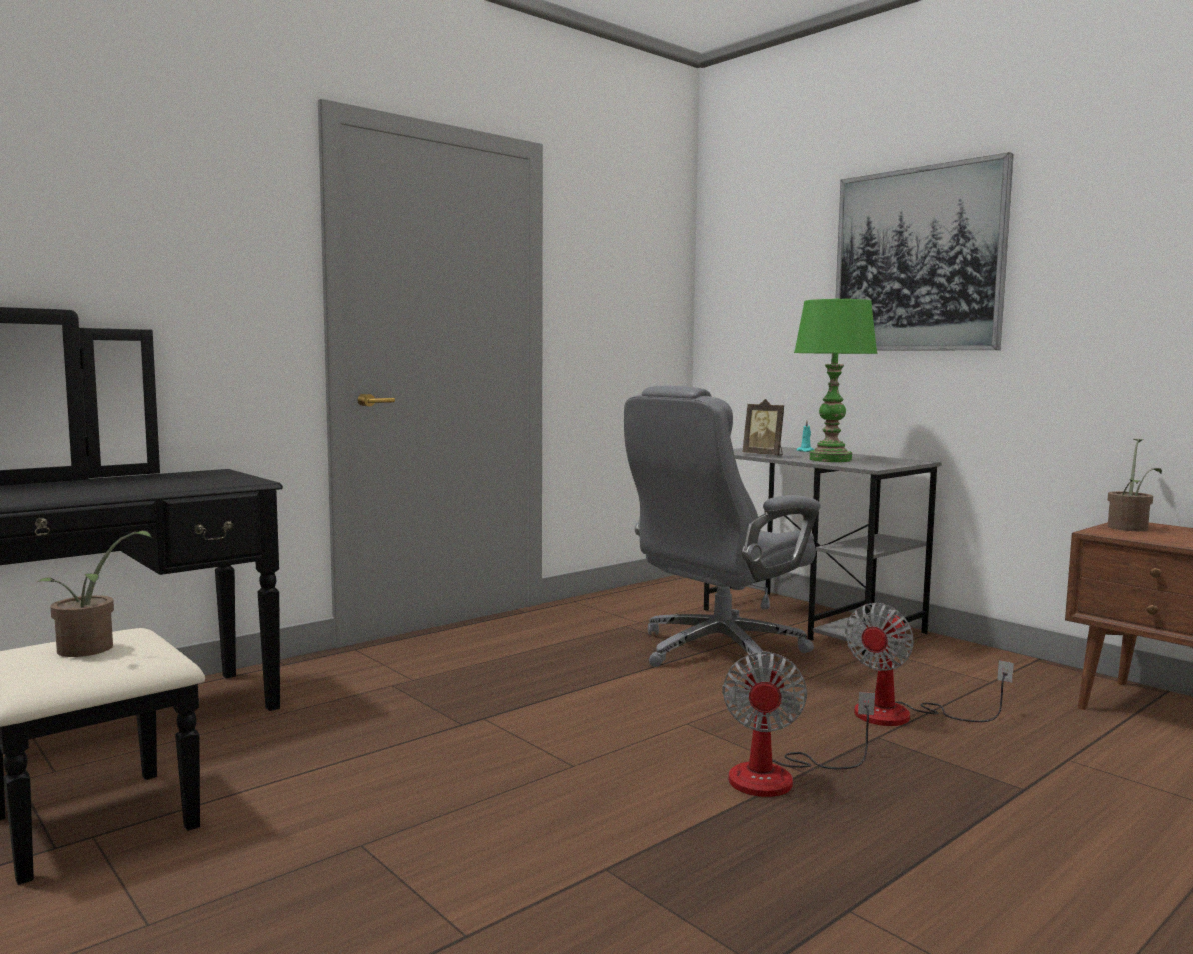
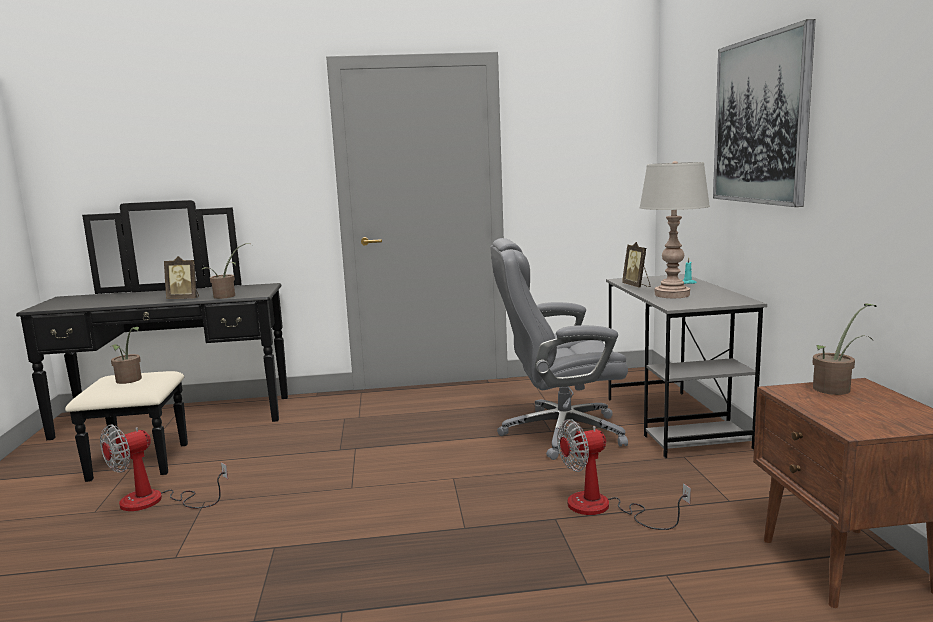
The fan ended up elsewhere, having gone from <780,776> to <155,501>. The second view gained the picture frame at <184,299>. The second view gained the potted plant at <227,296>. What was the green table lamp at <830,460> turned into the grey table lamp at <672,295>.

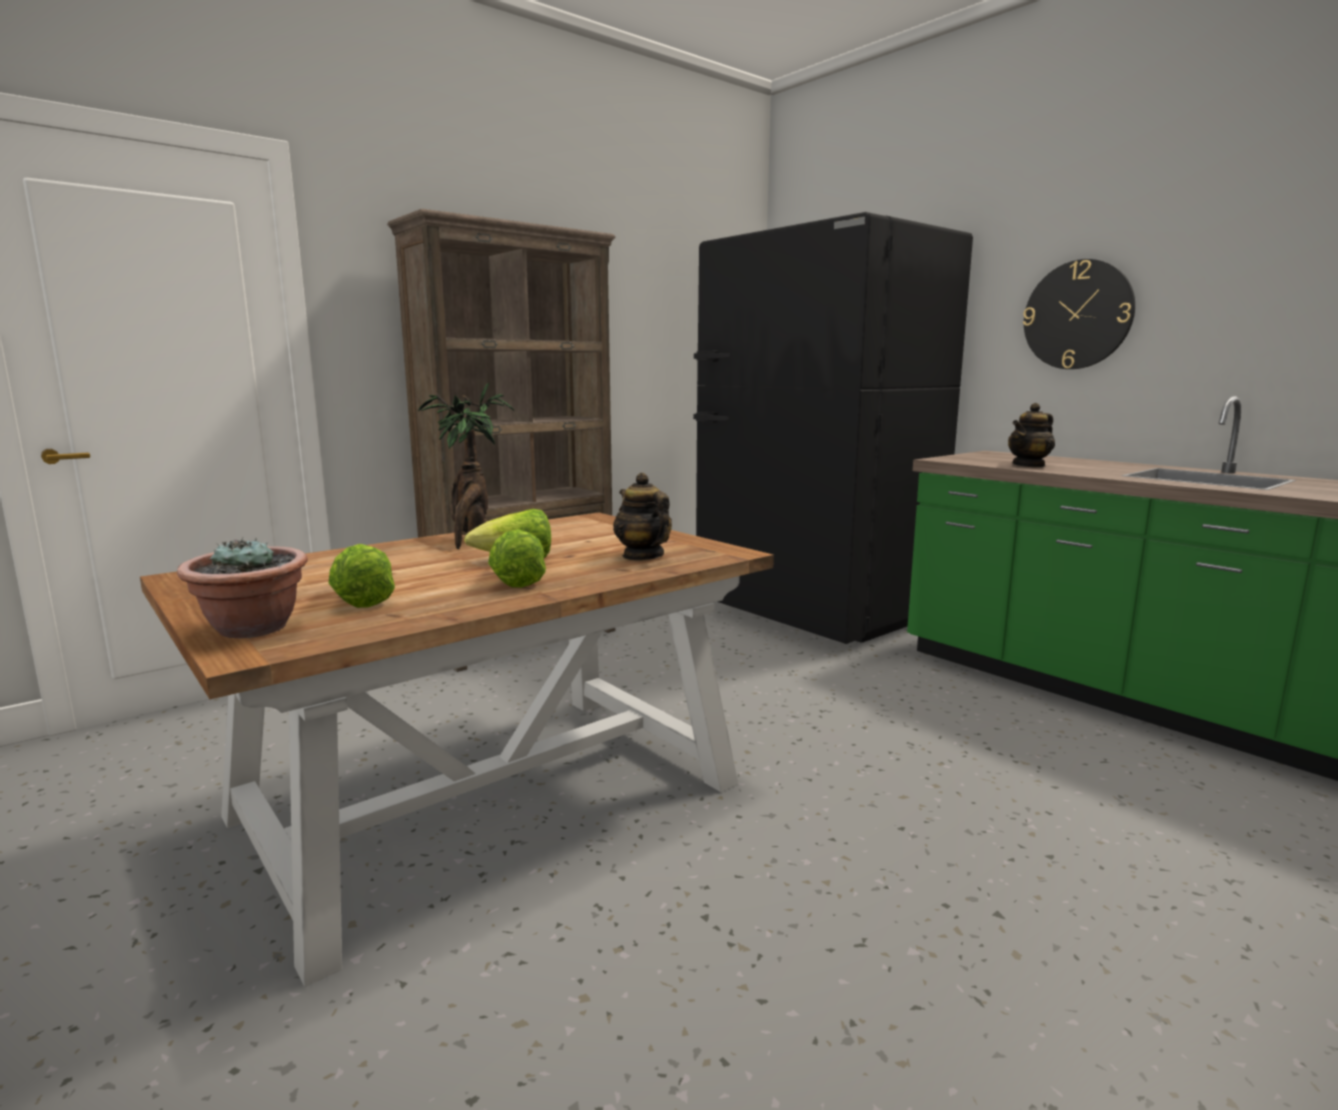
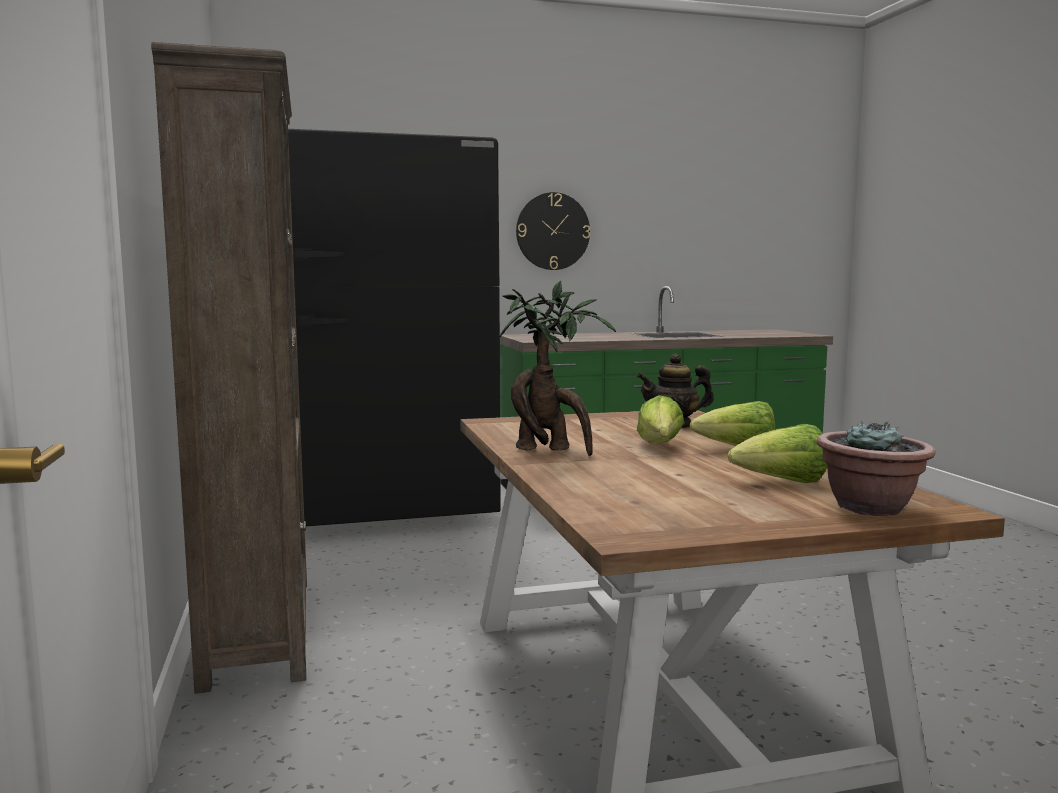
The second view lost the teapot at <1029,465>.

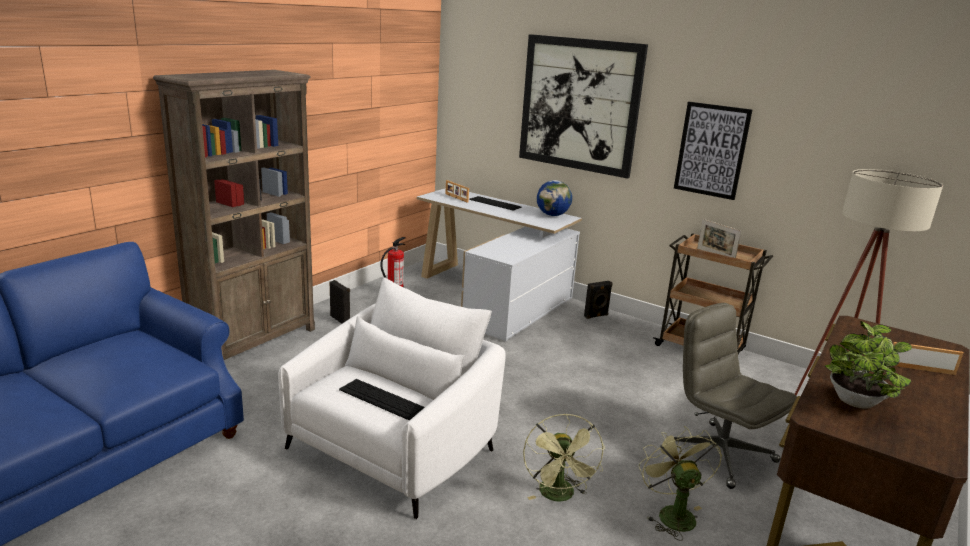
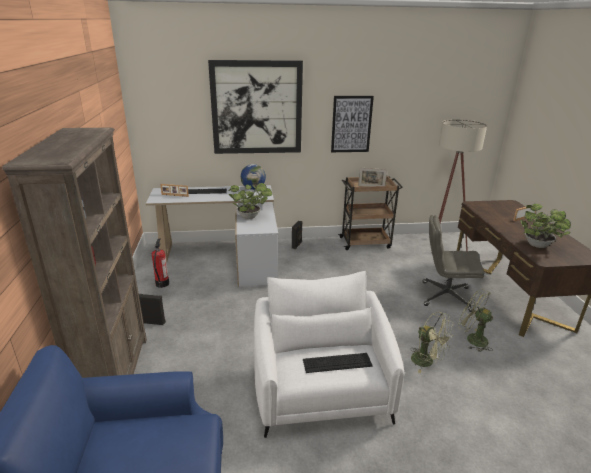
The second view gained the potted plant at <250,217>.

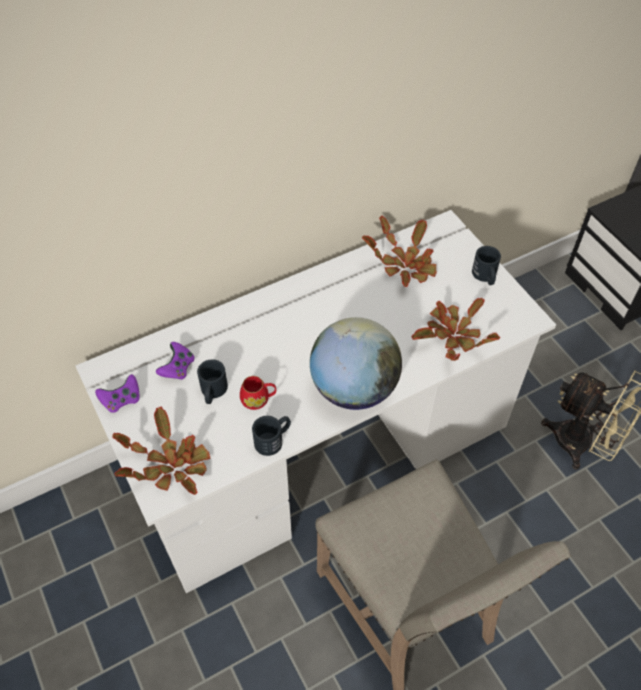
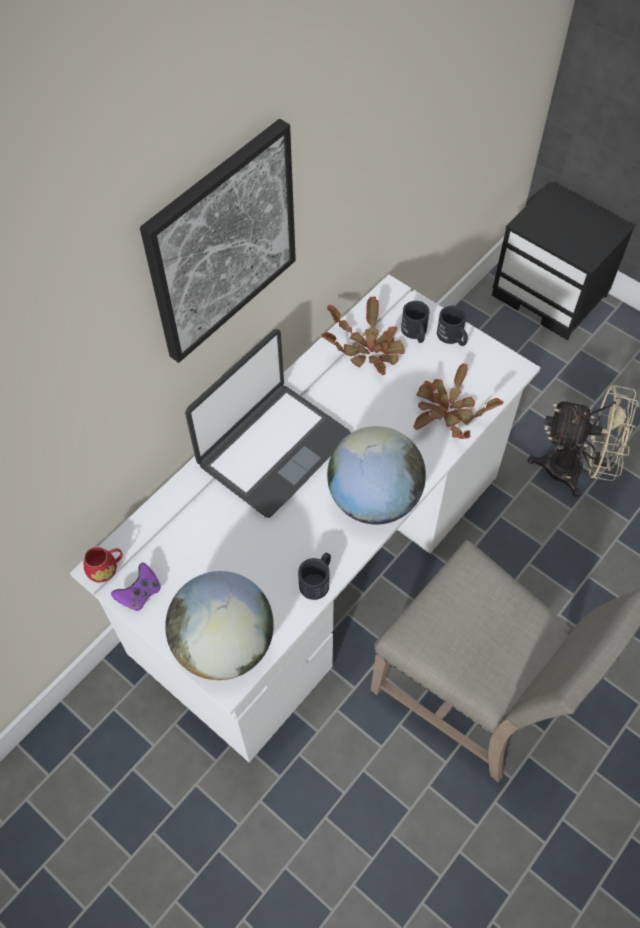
The red mug ended up elsewhere, having gone from <258,399> to <106,568>. The second view gained the picture at <221,242>. Where the potted plant stood at <170,465>, the globe came to stand at <225,643>. The second view gained the laptop at <273,449>. The black mug ended up elsewhere, having gone from <213,392> to <415,333>. The second view lost the purple game controller at <178,368>.

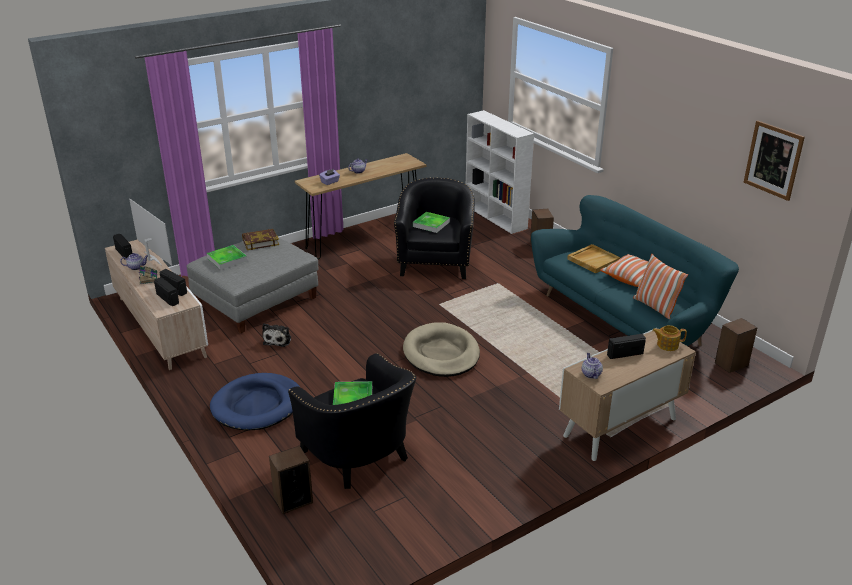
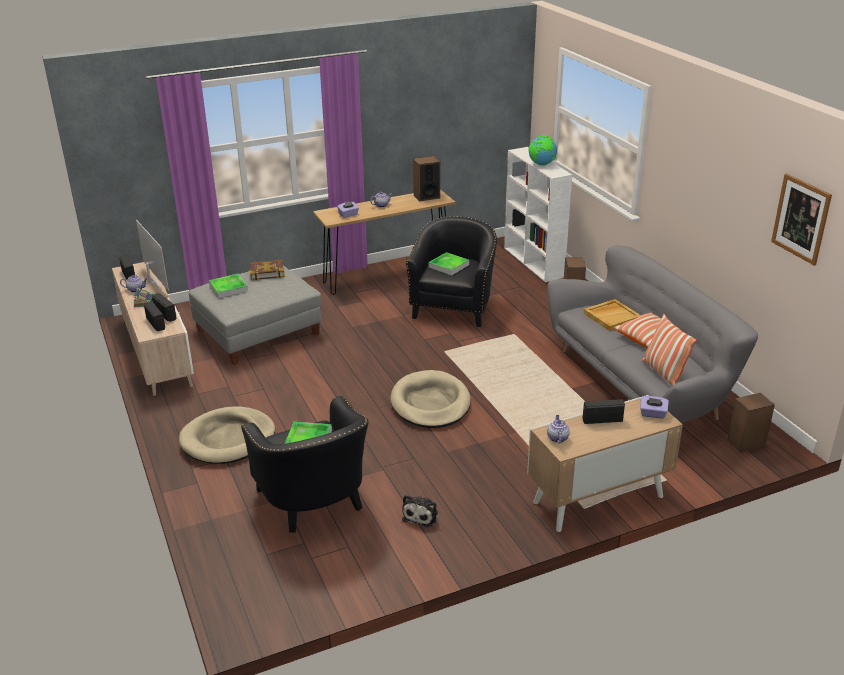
What was the blue dog bed at <257,405> turned into the beige dog bed at <228,439>. The plush toy ended up elsewhere, having gone from <278,340> to <421,515>. The speaker ended up elsewhere, having gone from <293,500> to <426,196>. The second view gained the globe at <541,164>. What was the turquoise sofa at <623,318> turned into the grey sofa at <640,382>. Where the teapot stood at <667,345>, the purple tissue box came to stand at <653,414>.

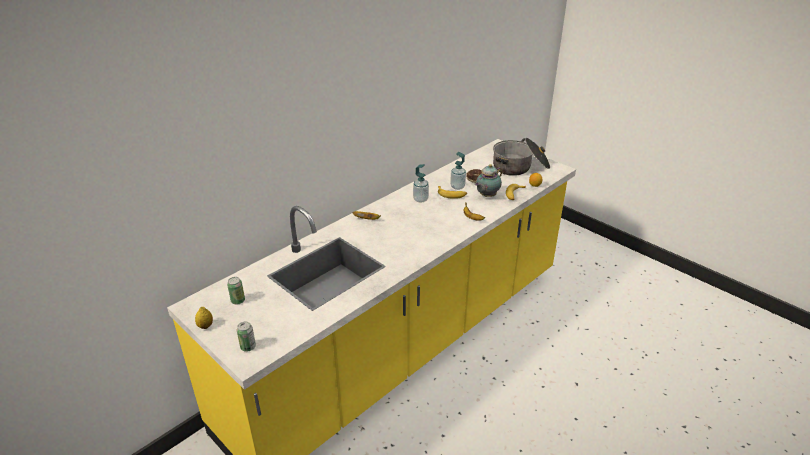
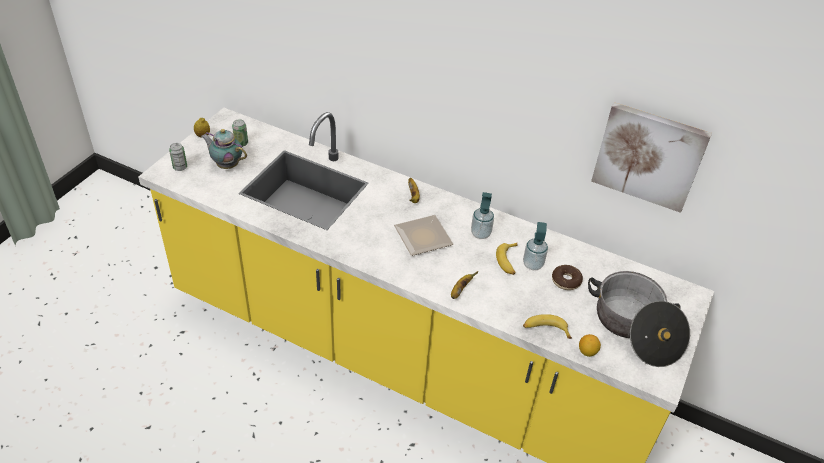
The teapot ended up elsewhere, having gone from <486,196> to <226,165>. The second view gained the plate at <421,237>. The second view gained the picture at <649,156>.

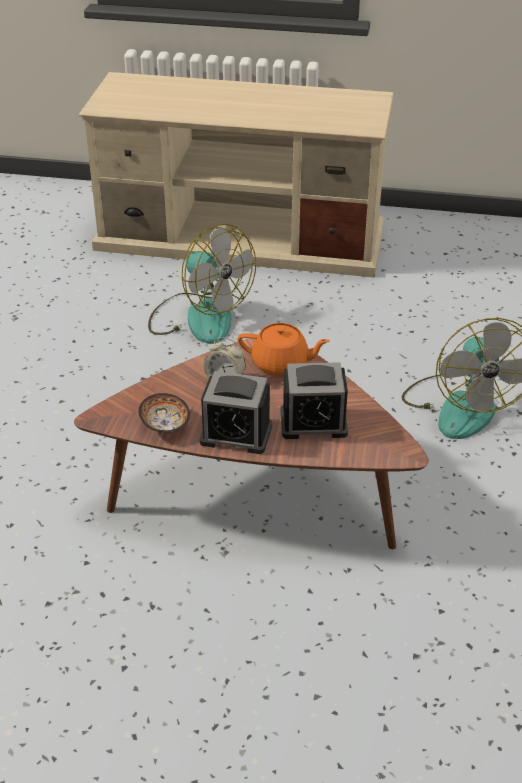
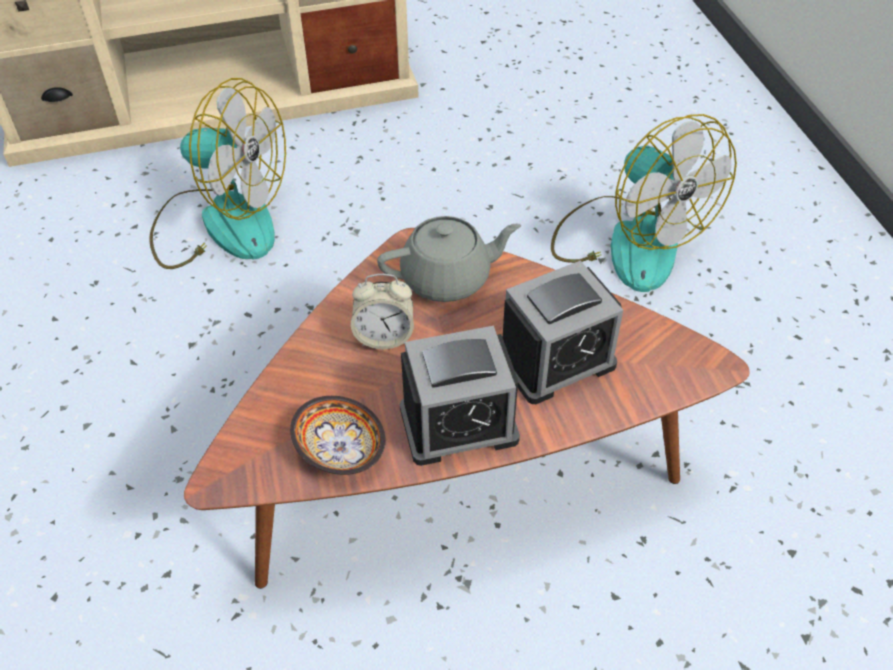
What was the orange teapot at <281,364> turned into the grey teapot at <448,278>.

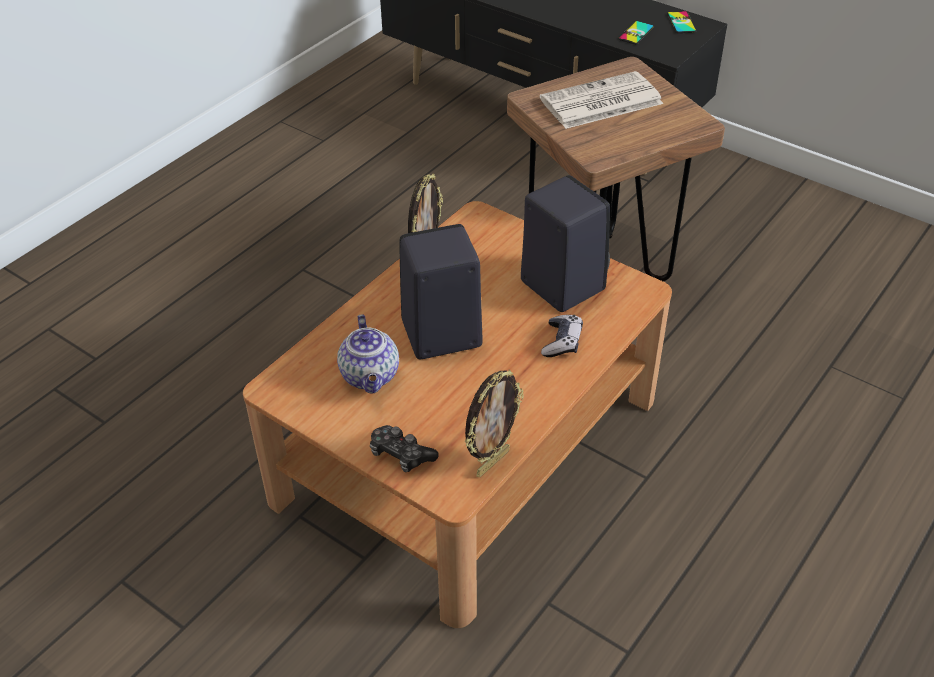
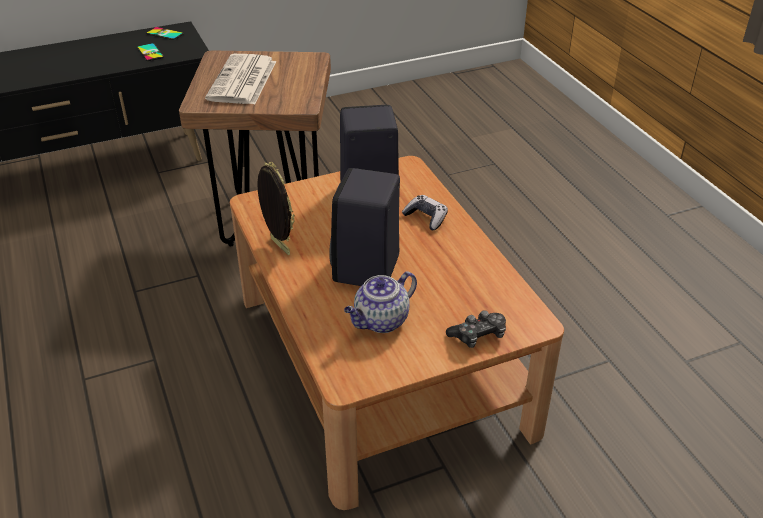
The teapot at <371,376> ended up facing another way, 120 degrees clockwise from before. The second view lost the picture frame at <491,462>.

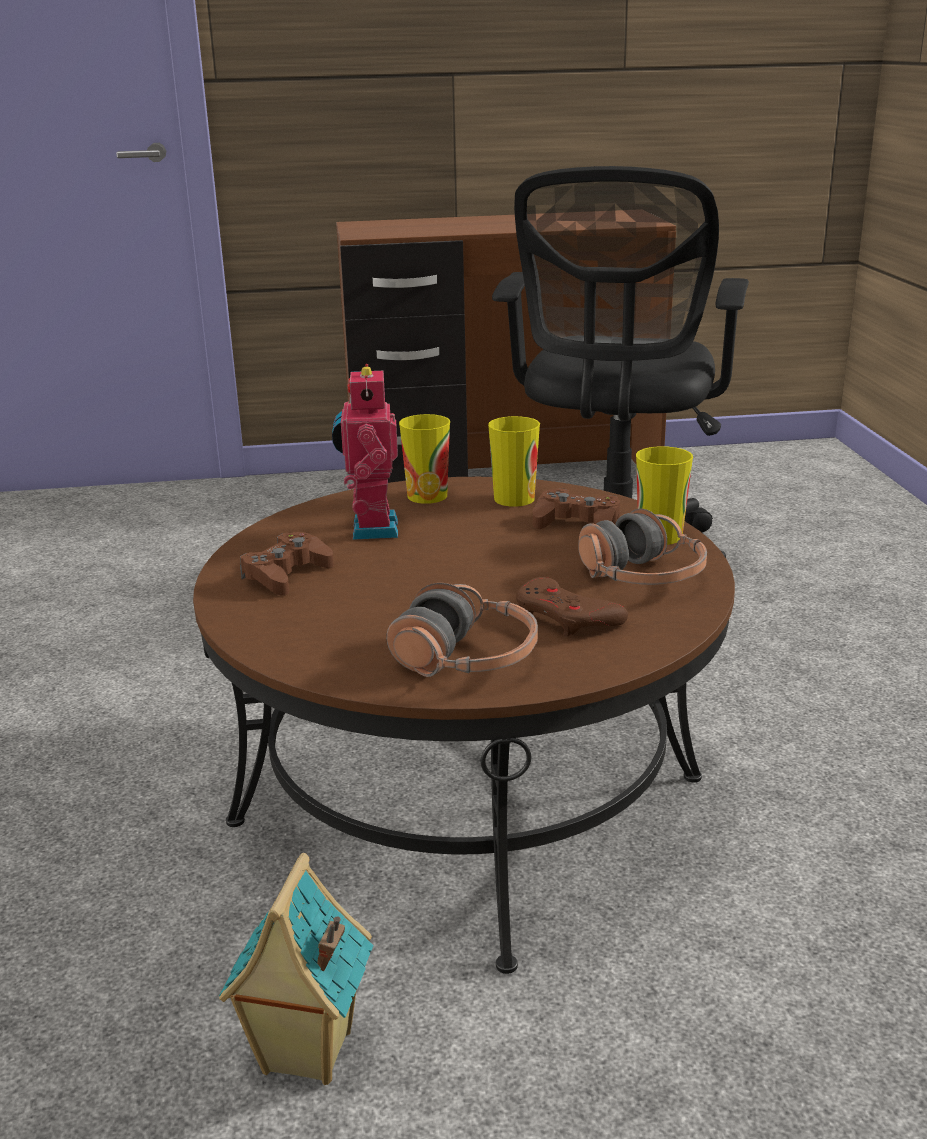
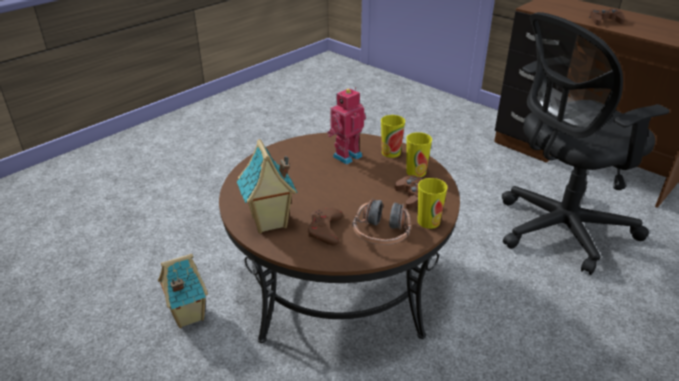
Where the headphones stood at <466,659>, the toy house came to stand at <269,223>. The brown game controller ended up elsewhere, having gone from <286,574> to <604,21>.

